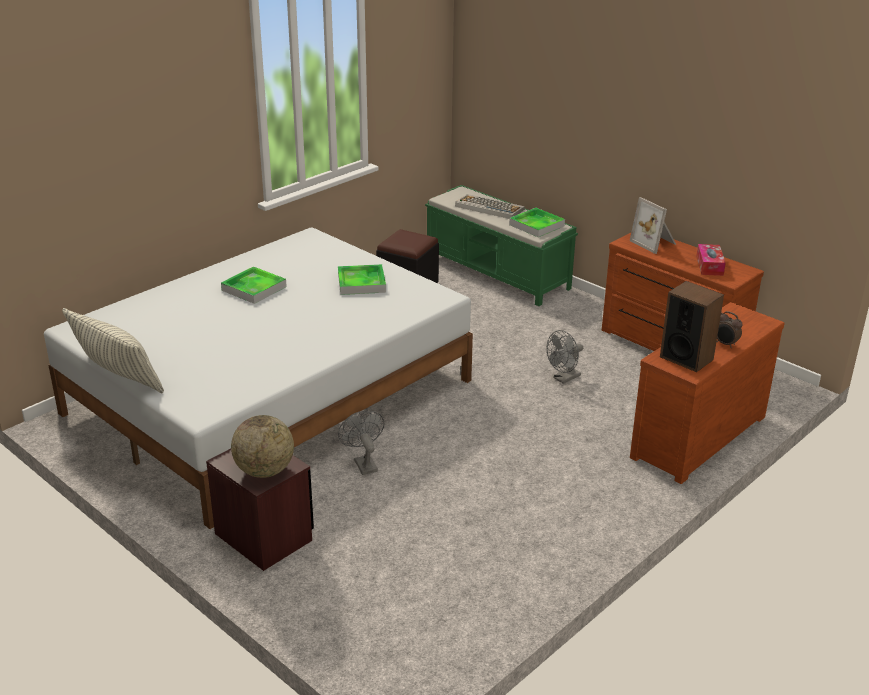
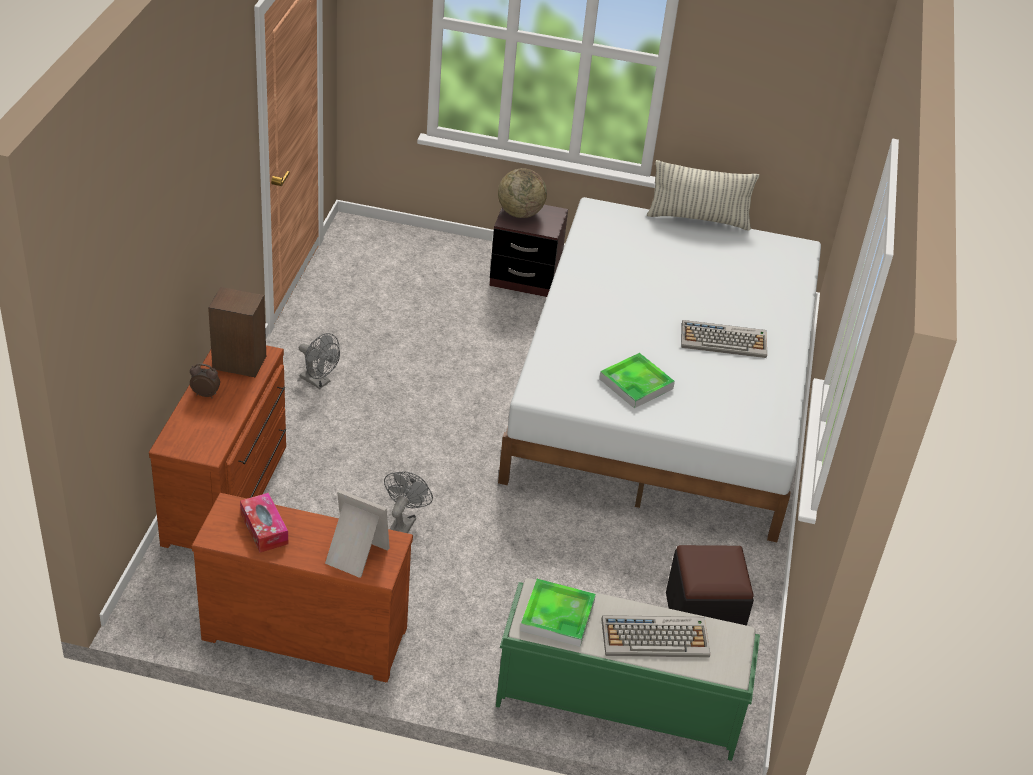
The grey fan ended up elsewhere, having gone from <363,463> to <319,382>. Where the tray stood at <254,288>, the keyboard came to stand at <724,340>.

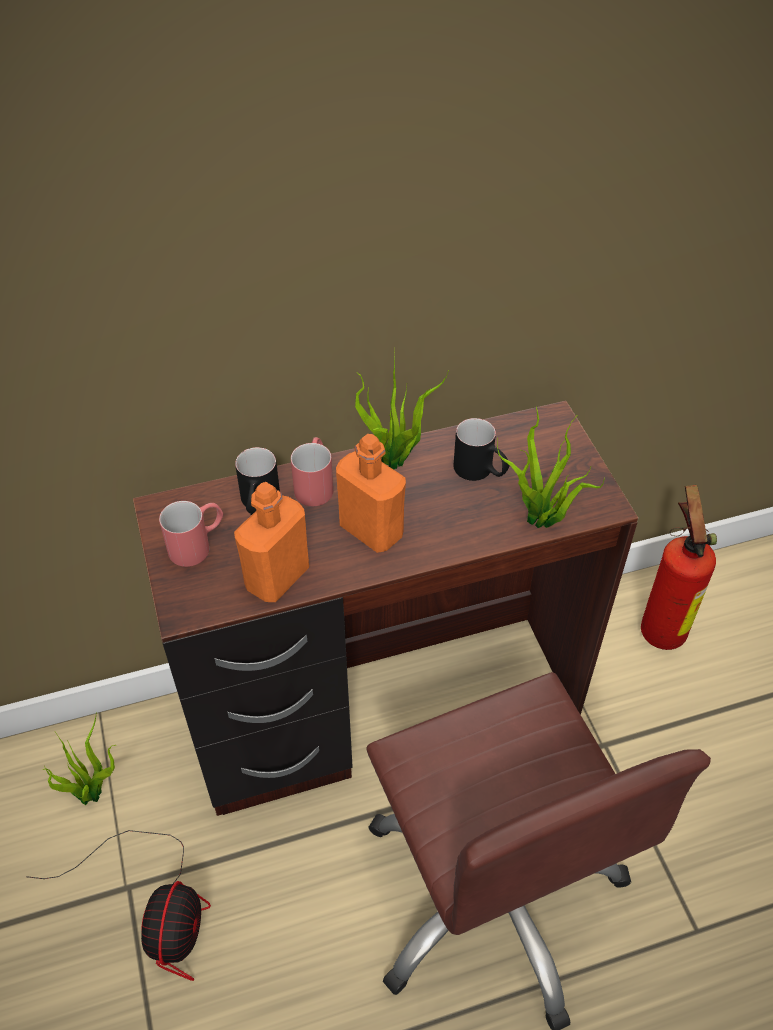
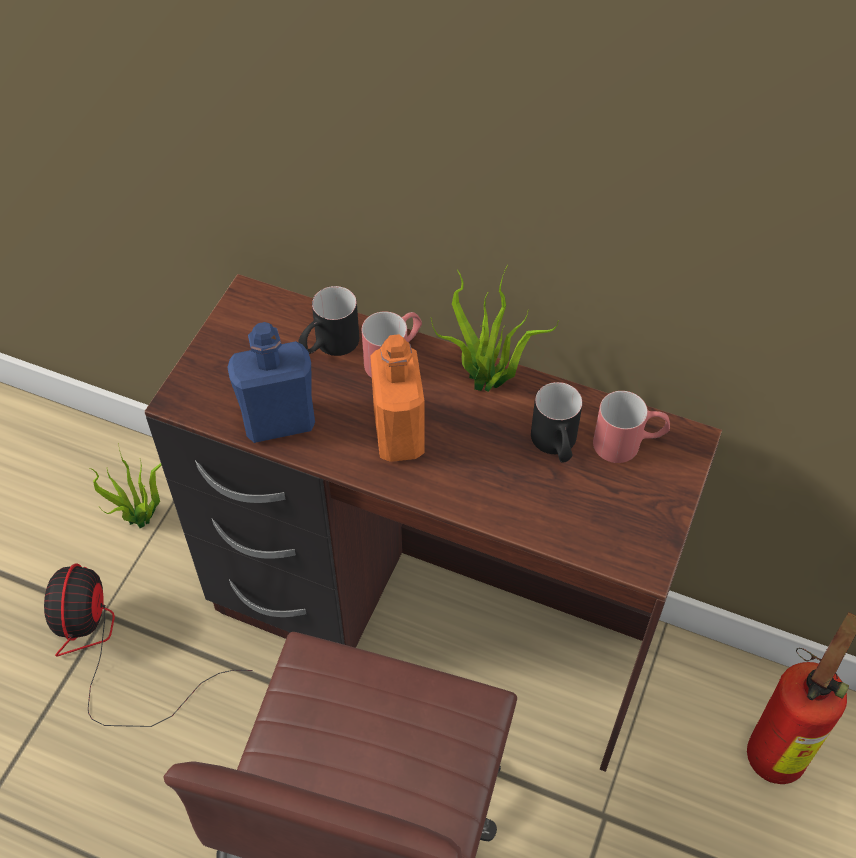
The fan at <158,910> ended up facing another way, 135 degrees clockwise from before. What was the orange bottle at <277,577> turned into the blue bottle at <279,422>. The red mug ended up elsewhere, having gone from <198,544> to <628,444>. The second view lost the potted plant at <540,521>.

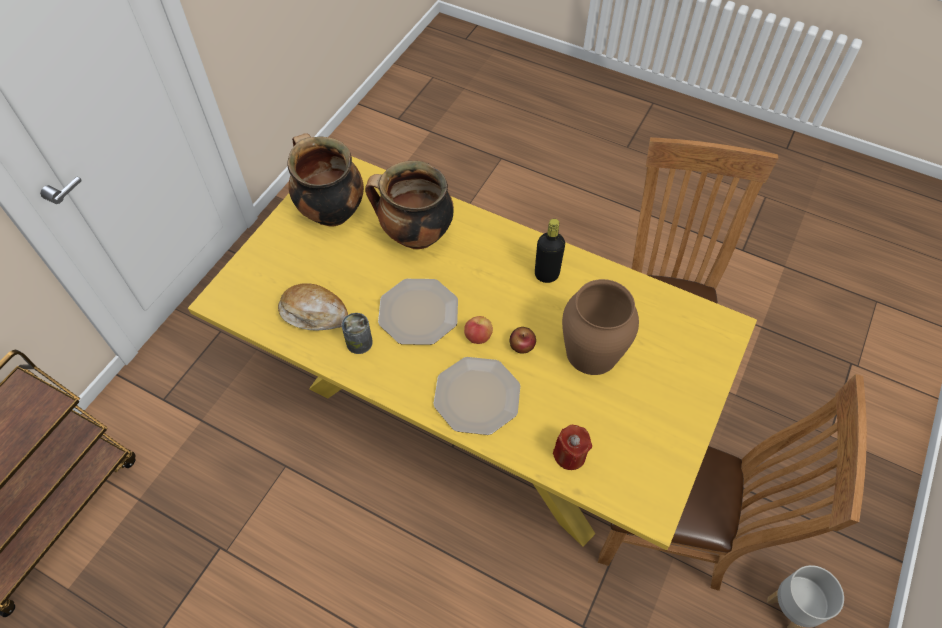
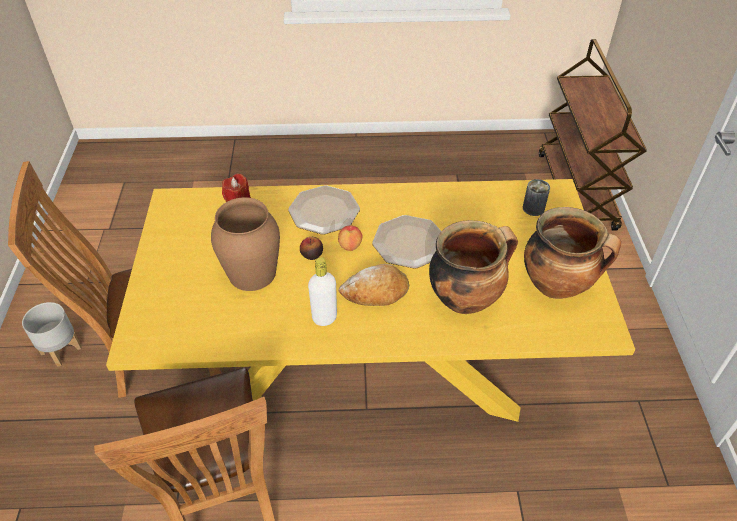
What was the black bottle at <546,274> turned into the white bottle at <324,317>. The bread ended up elsewhere, having gone from <314,313> to <375,292>. The can ended up elsewhere, having gone from <359,342> to <533,208>.

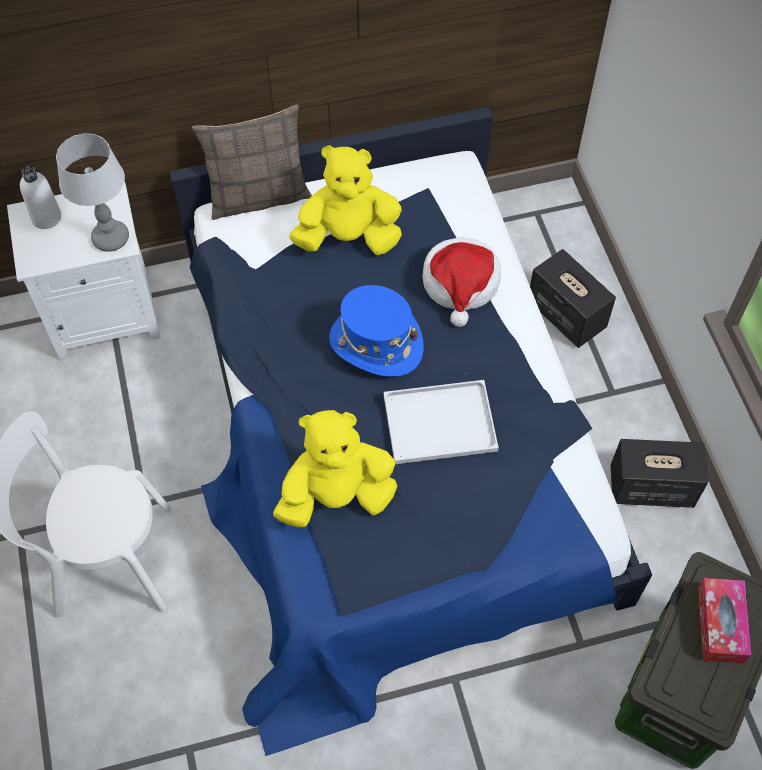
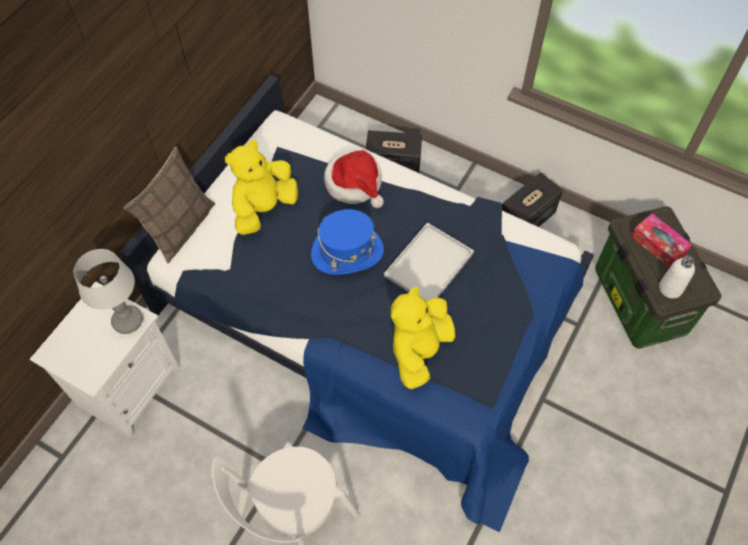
The white bottle ended up elsewhere, having gone from <46,217> to <670,288>.

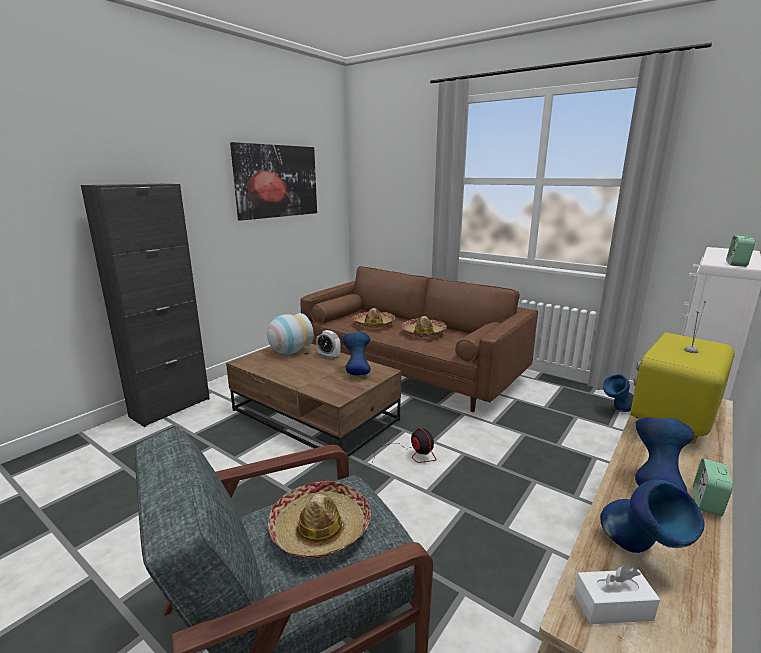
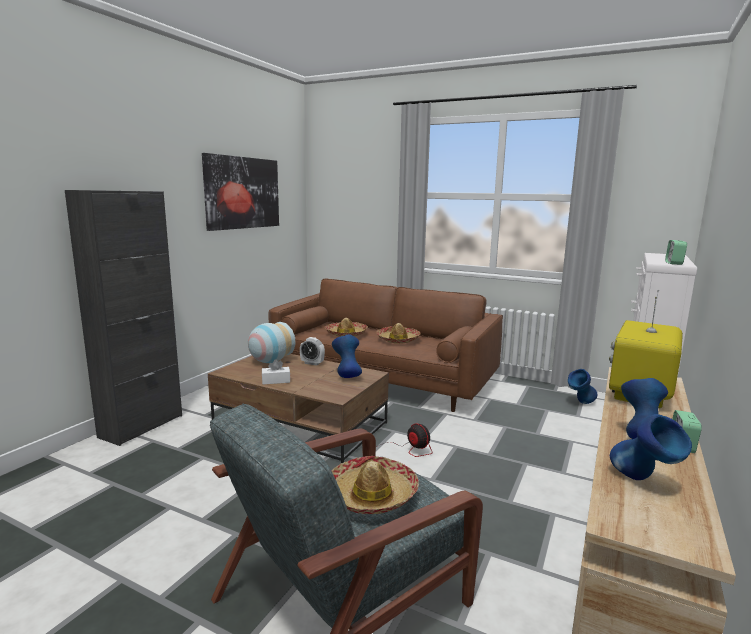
The white tissue box ended up elsewhere, having gone from <612,606> to <276,381>.

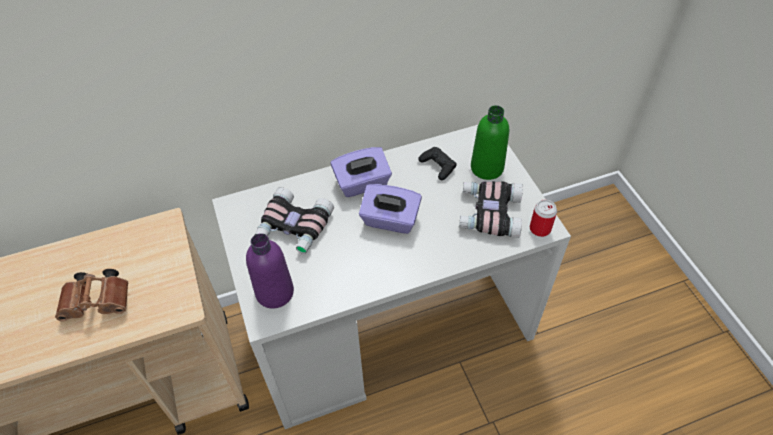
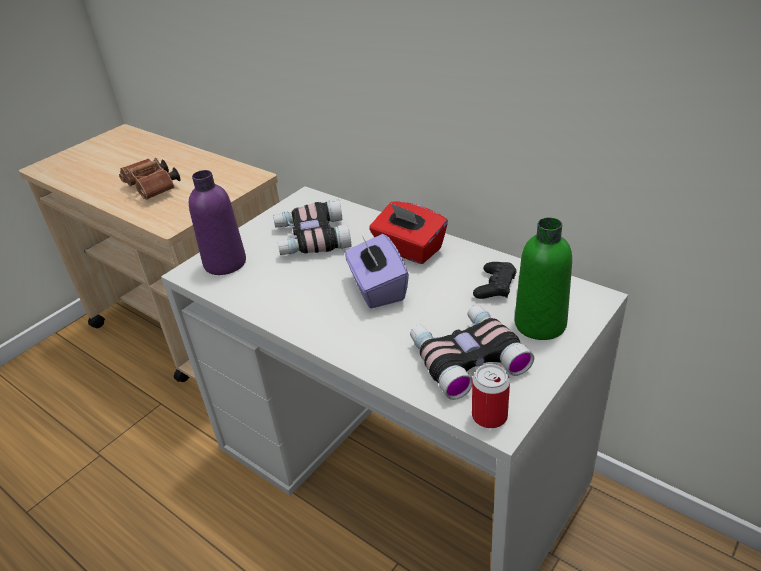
What was the purple tissue box at <362,184> turned into the red tissue box at <409,250>.

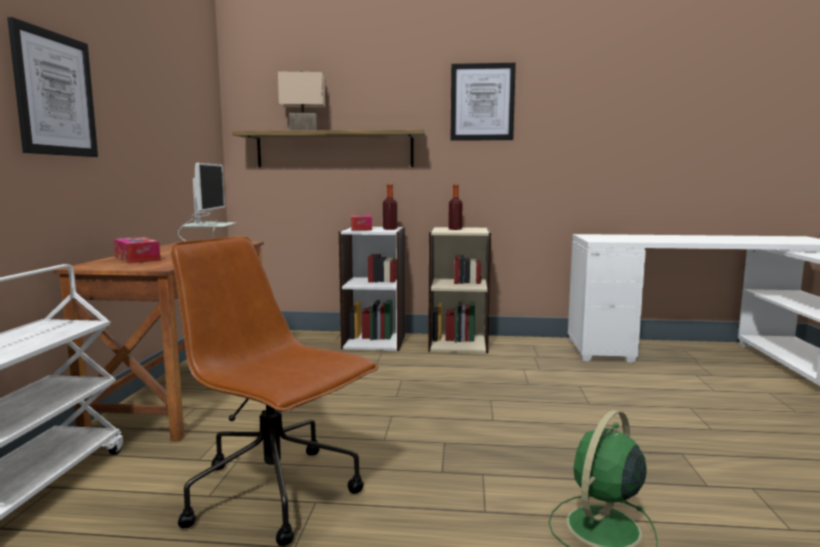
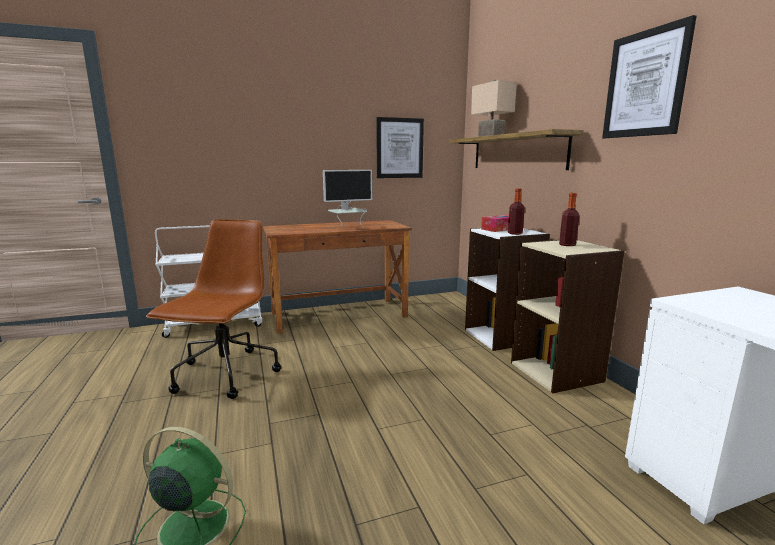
The picture ended up elsewhere, having gone from <55,94> to <399,148>. The second view lost the tissue box at <137,258>.

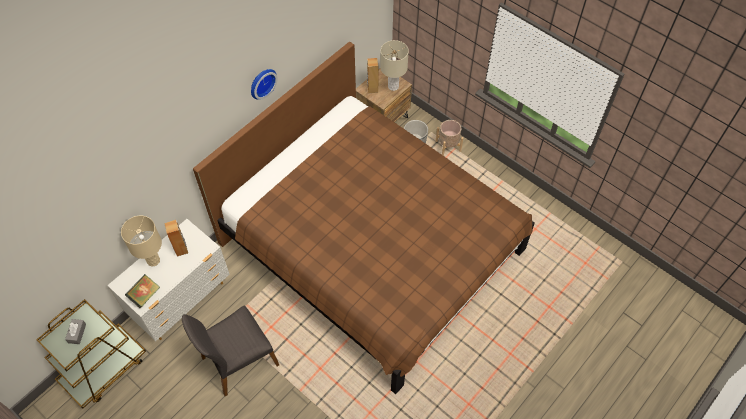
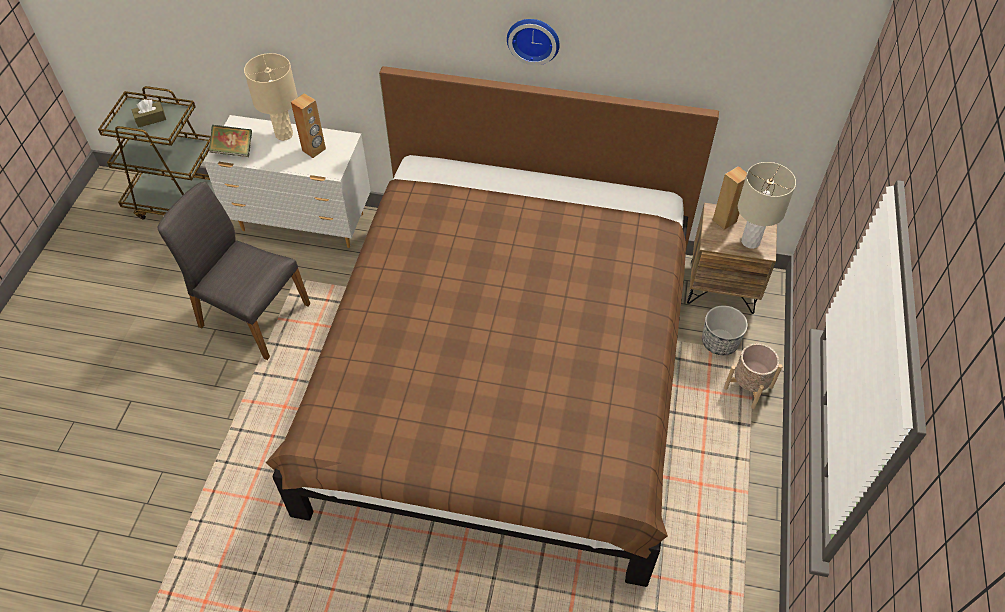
What was the grey tissue box at <77,333> turned into the brown tissue box at <150,119>.

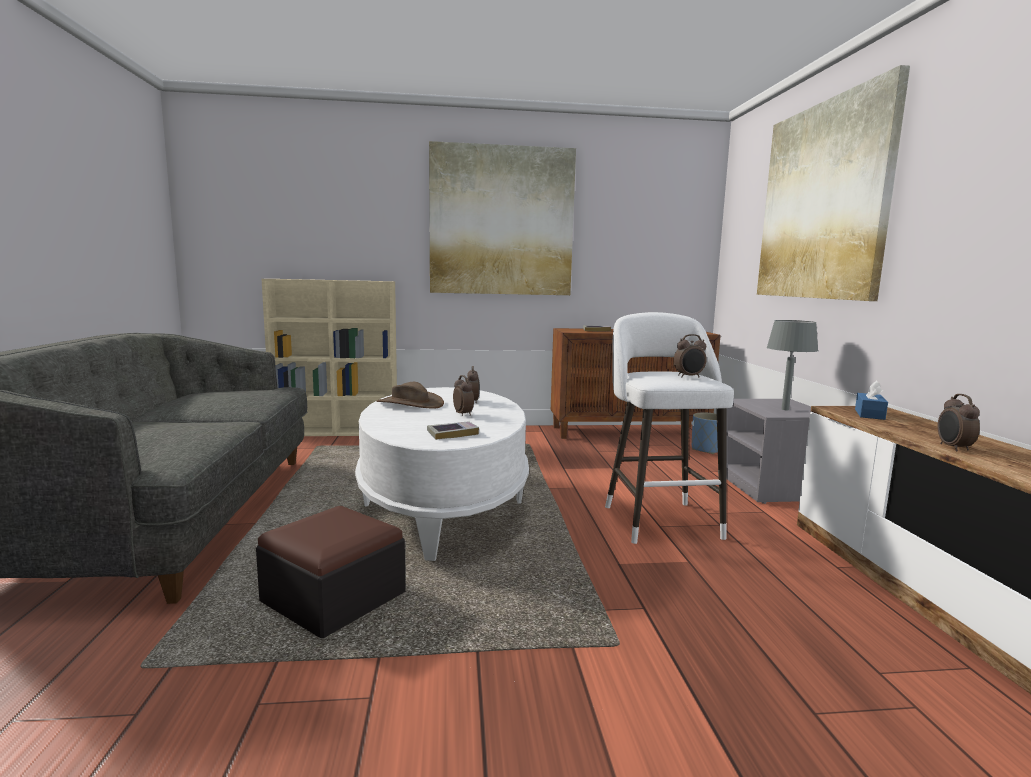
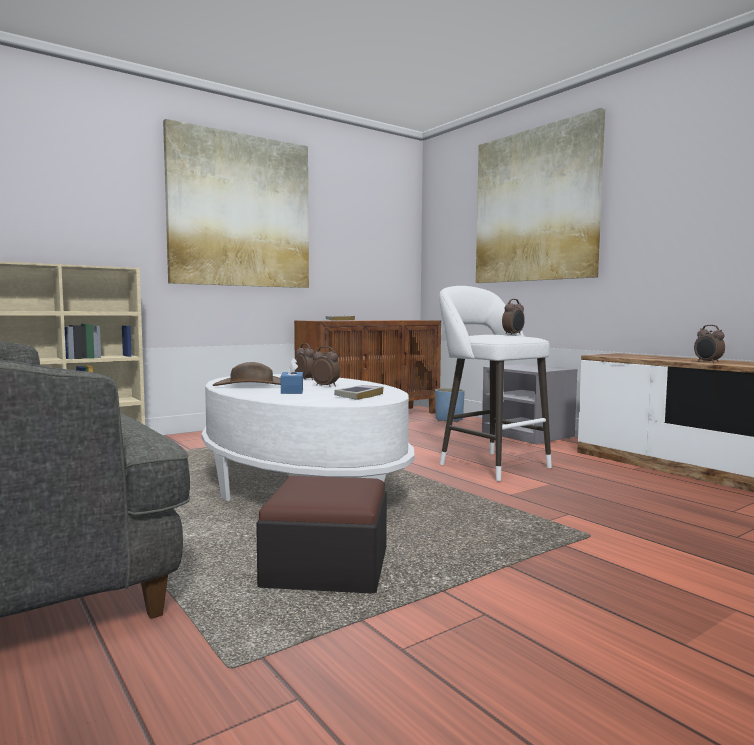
The blue tissue box ended up elsewhere, having gone from <869,414> to <292,391>. The second view lost the grey table lamp at <785,409>.

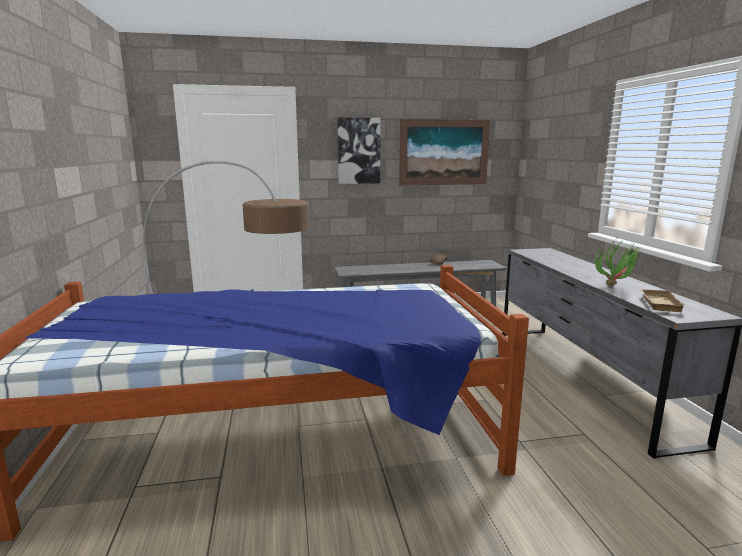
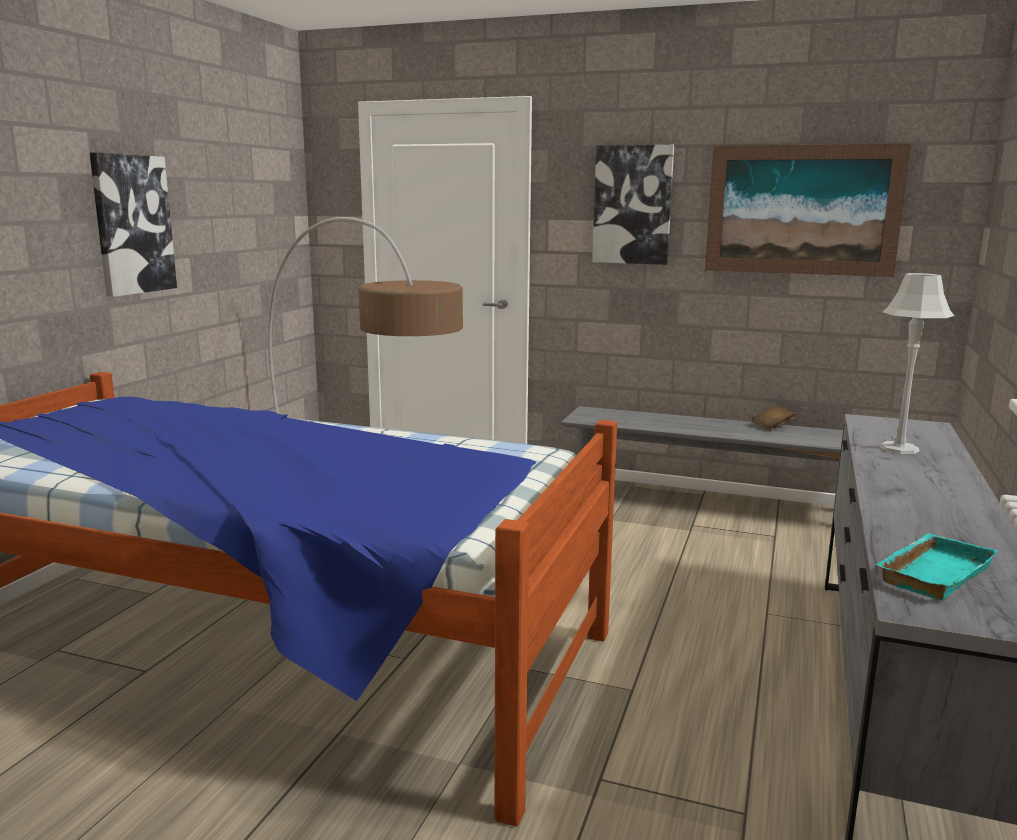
The second view gained the picture at <132,224>. What was the beige tray at <658,303> turned into the turquoise tray at <932,572>. The second view gained the grey table lamp at <899,448>. The second view lost the potted plant at <616,286>.

